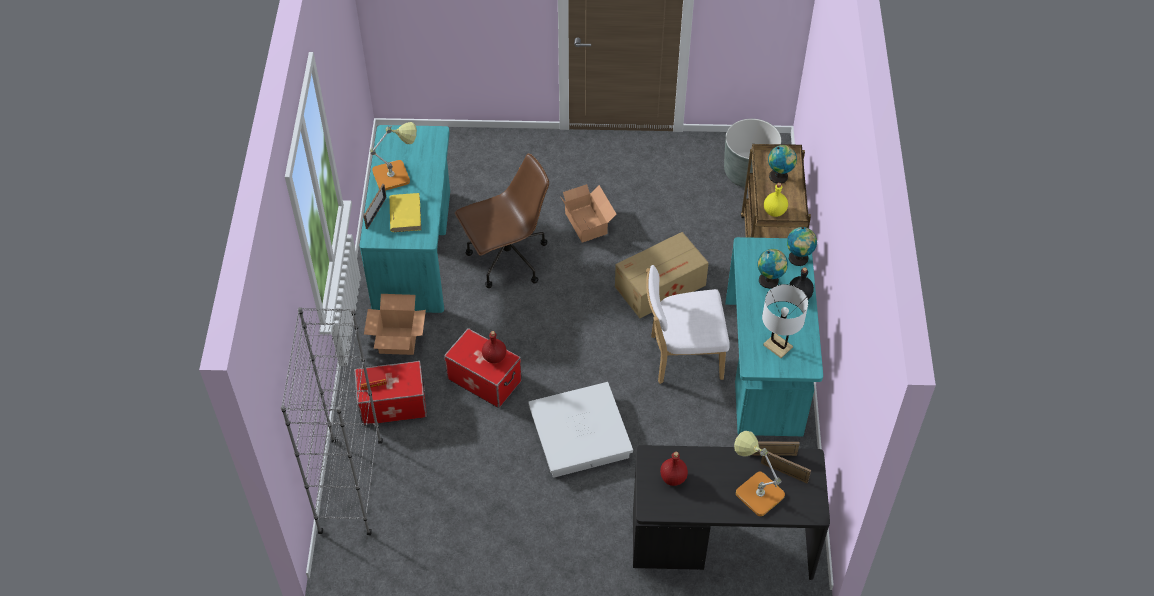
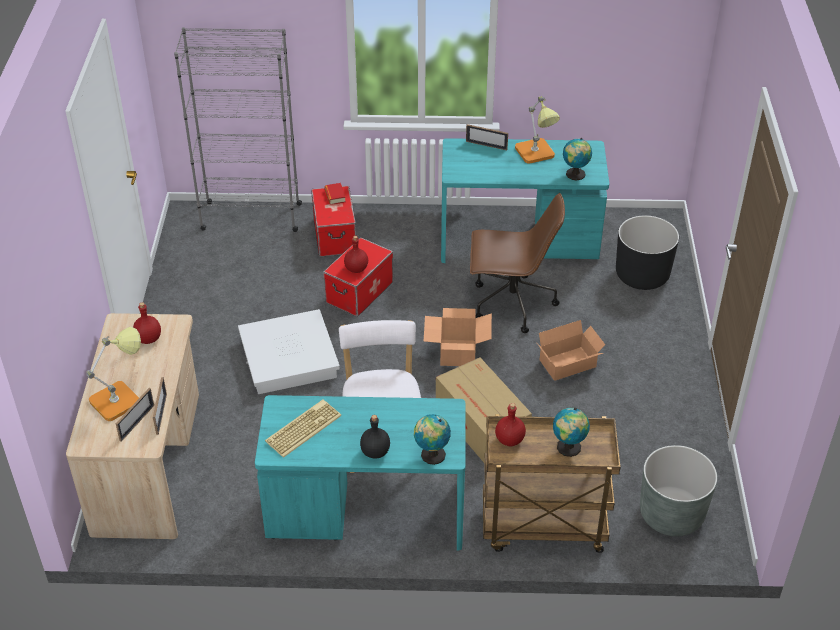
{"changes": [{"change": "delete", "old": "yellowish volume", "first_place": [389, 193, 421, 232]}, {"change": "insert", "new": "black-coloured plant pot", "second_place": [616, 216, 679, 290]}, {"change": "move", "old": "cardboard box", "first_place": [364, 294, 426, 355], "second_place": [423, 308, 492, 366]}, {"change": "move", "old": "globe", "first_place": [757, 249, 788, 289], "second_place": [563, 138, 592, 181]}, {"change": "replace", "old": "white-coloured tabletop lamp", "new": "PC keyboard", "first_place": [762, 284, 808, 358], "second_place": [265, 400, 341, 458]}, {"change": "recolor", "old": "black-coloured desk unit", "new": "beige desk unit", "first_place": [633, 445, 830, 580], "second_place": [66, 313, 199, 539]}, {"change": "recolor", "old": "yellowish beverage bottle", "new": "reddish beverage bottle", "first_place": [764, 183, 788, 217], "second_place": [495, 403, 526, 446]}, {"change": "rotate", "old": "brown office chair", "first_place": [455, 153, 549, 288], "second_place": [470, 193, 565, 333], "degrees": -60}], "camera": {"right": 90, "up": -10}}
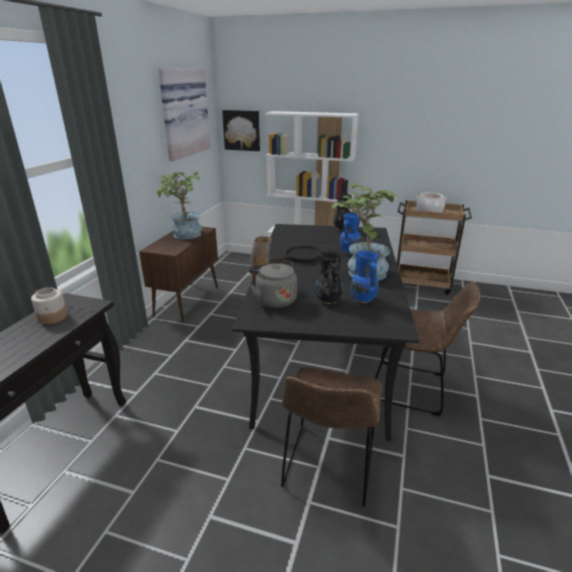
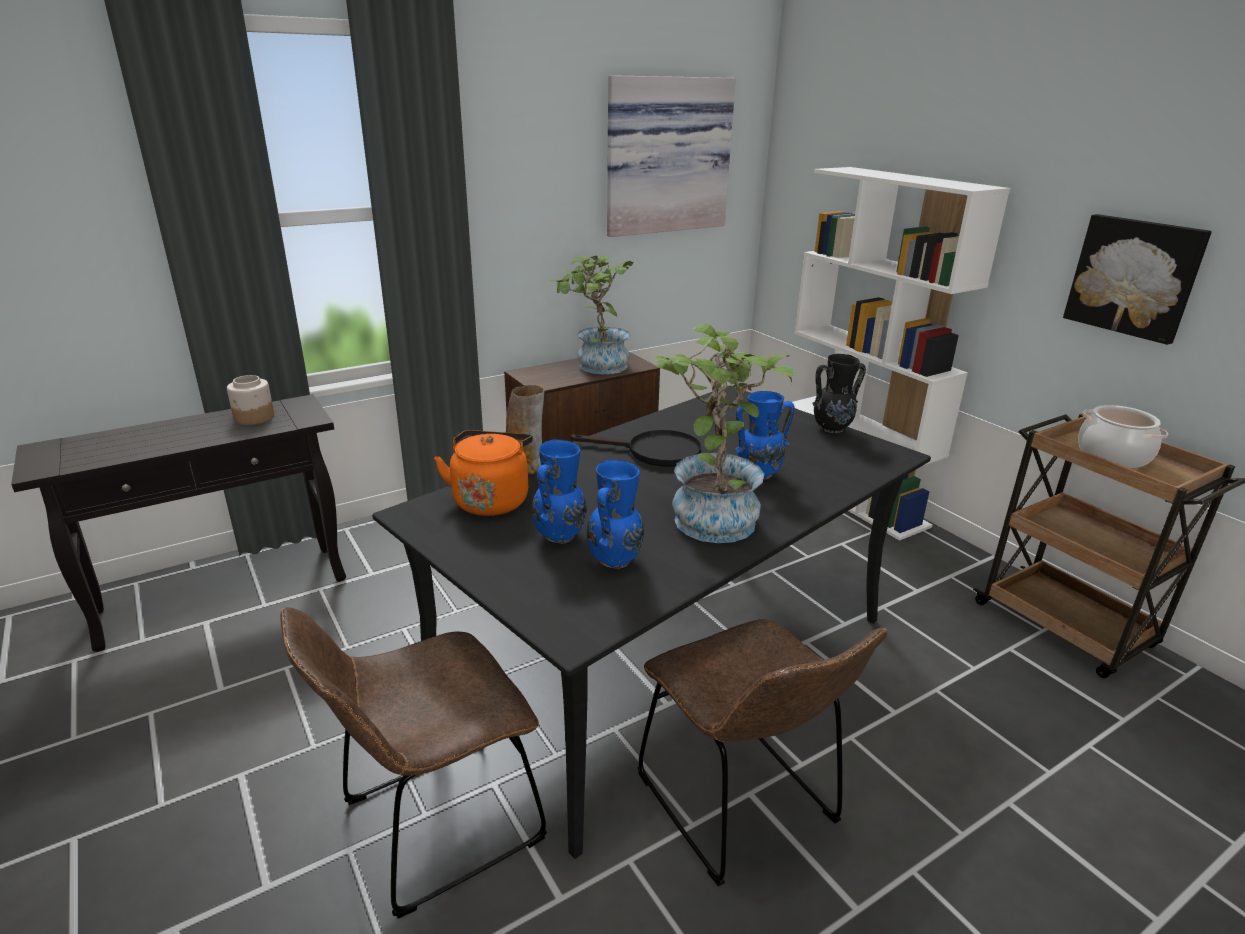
{"changes": [{"change": "move", "old": "picture", "first_place": [222, 110, 260, 151], "second_place": [1063, 214, 1212, 345]}, {"change": "recolor", "old": "gray water kettle", "new": "orange water kettle", "first_place": [248, 260, 297, 308], "second_place": [434, 430, 533, 516]}, {"change": "recolor", "old": "black-coloured vase", "new": "bluish vase", "first_place": [315, 252, 343, 304], "second_place": [532, 439, 587, 544]}], "camera": {"right": 40, "up": 0}}
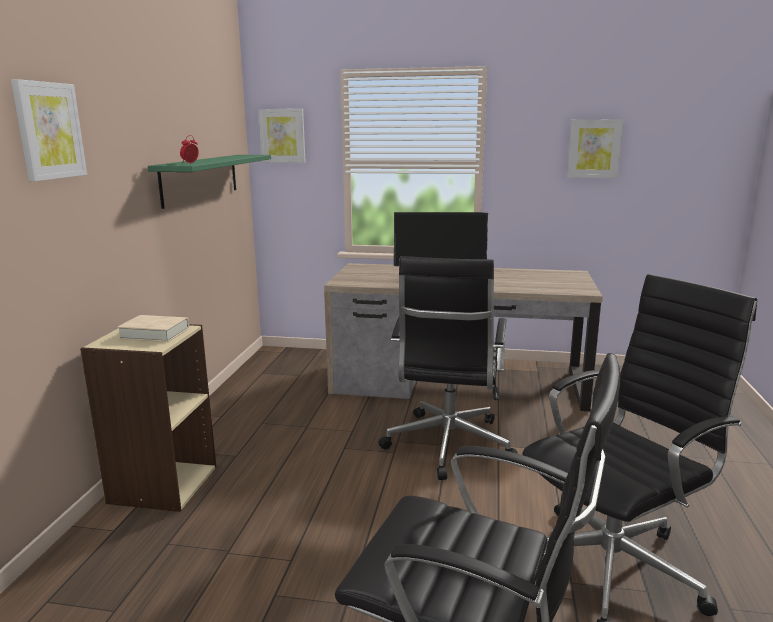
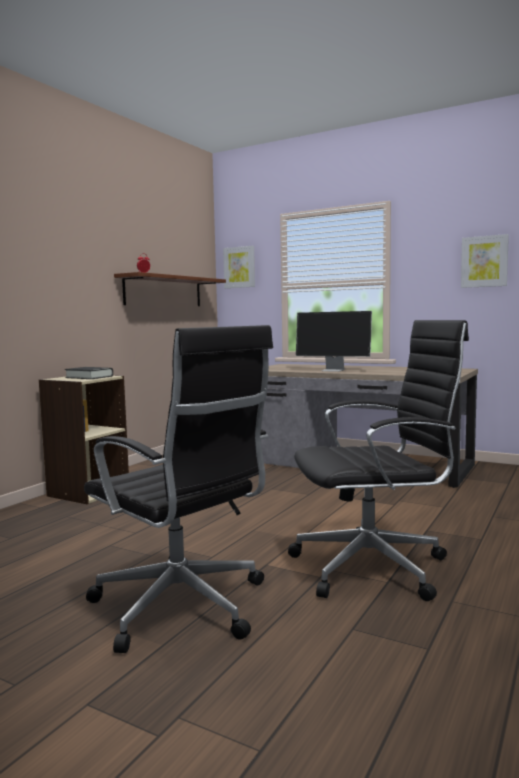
{"changes": [{"change": "delete", "old": "picture", "first_place": [11, 79, 87, 182]}, {"change": "delete", "old": "black-coloured office chair", "first_place": [379, 256, 518, 480]}, {"change": "recolor", "old": "beige volume", "new": "black-coloured volume", "first_place": [117, 315, 189, 342], "second_place": [65, 367, 113, 379]}, {"change": "recolor", "old": "greenish shelf", "new": "brown shelf", "first_place": [148, 155, 271, 209], "second_place": [114, 272, 226, 306]}], "camera": {"right": 20, "up": -10}}
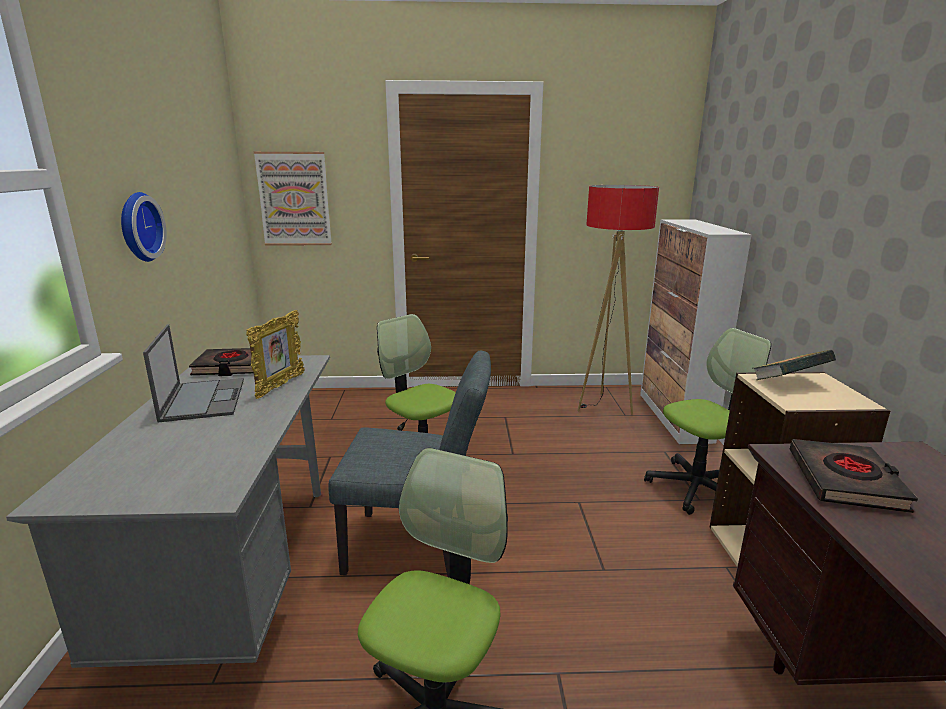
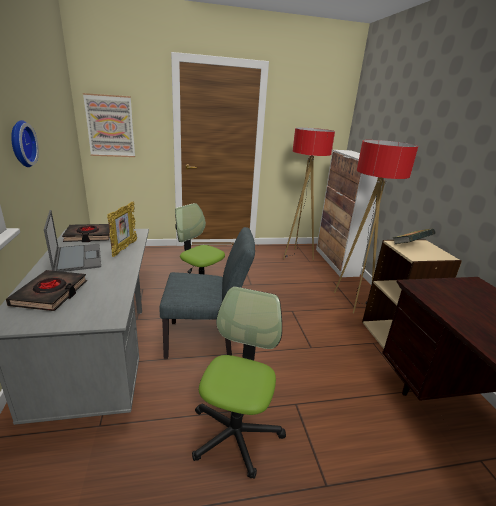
{"changes": [{"change": "move", "old": "black-coloured volume", "first_place": [790, 439, 918, 513], "second_place": [6, 270, 87, 311]}, {"change": "replace", "old": "office chair", "new": "floor lamp", "first_place": [644, 328, 771, 515], "second_place": [334, 140, 418, 314]}], "camera": {"right": -10, "up": 5}}
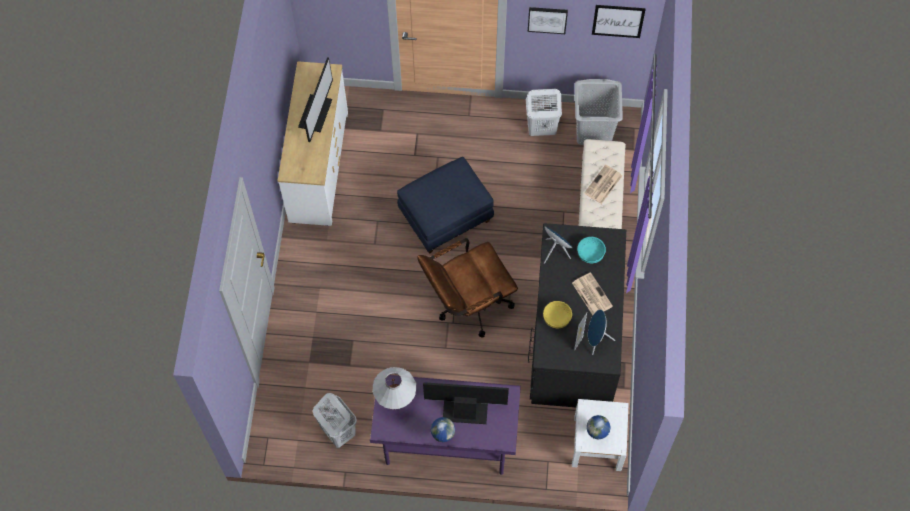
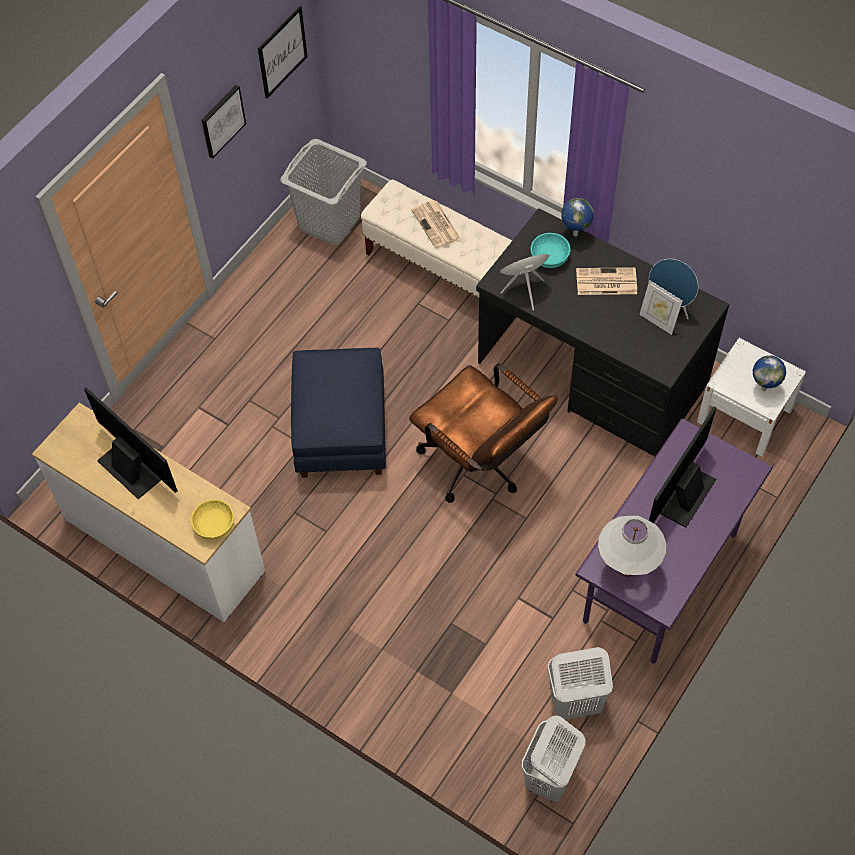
{"changes": [{"change": "move", "old": "globe", "first_place": [431, 417, 455, 442], "second_place": [561, 198, 594, 236]}, {"change": "move", "old": "white-coloured washing basket", "first_place": [526, 89, 562, 136], "second_place": [522, 716, 586, 803]}, {"change": "move", "old": "yellowish bowl", "first_place": [543, 301, 572, 328], "second_place": [191, 499, 234, 540]}, {"change": "rotate", "old": "brown office chair", "first_place": [417, 238, 518, 337], "second_place": [409, 363, 558, 503], "degrees": -45}], "camera": {"right": -60, "up": -5}}
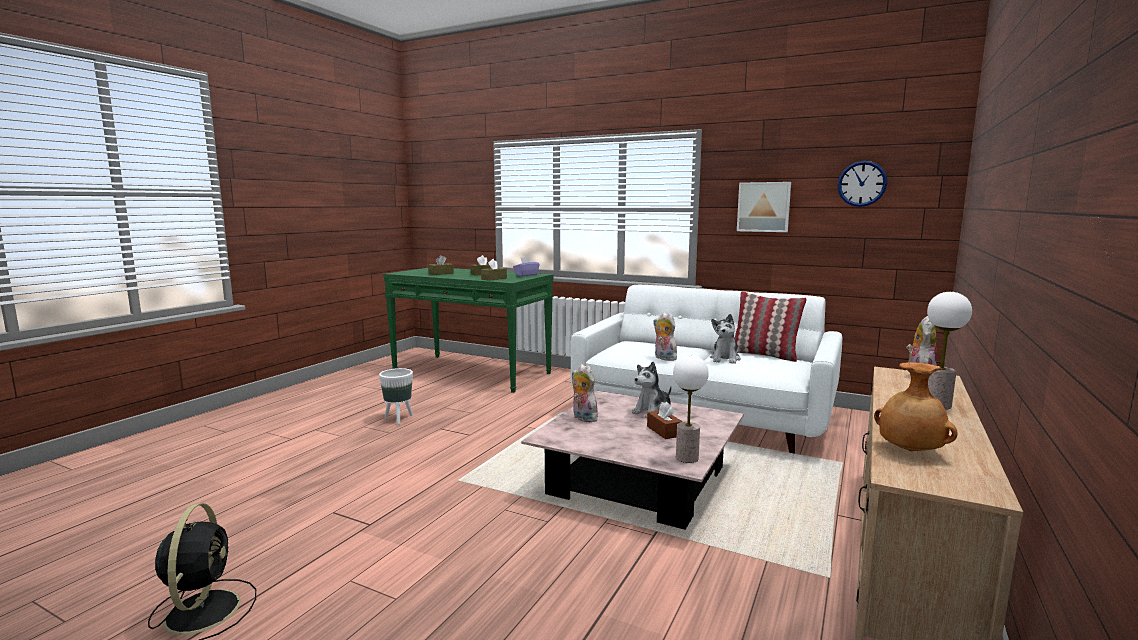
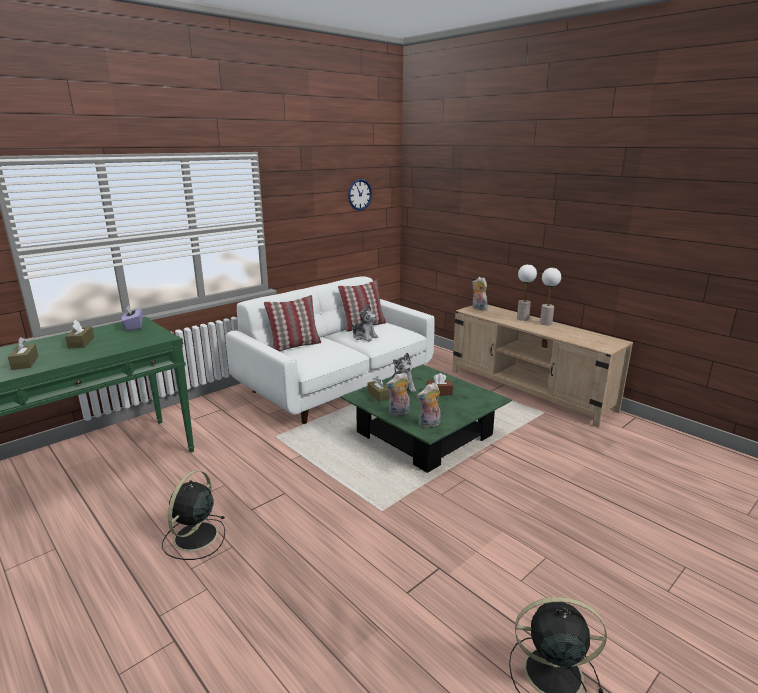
{"changes": [{"change": "delete", "old": "picture", "first_place": [737, 182, 791, 232]}, {"change": "delete", "old": "brown vase", "first_place": [874, 362, 958, 451]}, {"change": "insert", "new": "throw pillow", "second_place": [264, 295, 321, 352]}, {"change": "move", "old": "brown tissue box", "first_place": [481, 259, 507, 281], "second_place": [368, 376, 390, 402]}, {"change": "move", "old": "cuddly toy", "first_place": [653, 313, 677, 361], "second_place": [417, 383, 441, 428]}, {"change": "move", "old": "tabletop lamp", "first_place": [673, 355, 709, 463], "second_place": [540, 268, 561, 325]}, {"change": "replace", "old": "white-coloured plant pot", "new": "black-coloured electric fan", "first_place": [379, 368, 413, 425], "second_place": [162, 470, 225, 560]}, {"change": "recolor", "old": "pink-coloured low table", "new": "greenish low table", "first_place": [521, 391, 744, 530], "second_place": [340, 364, 512, 473]}], "camera": {"right": -70, "up": 10}}
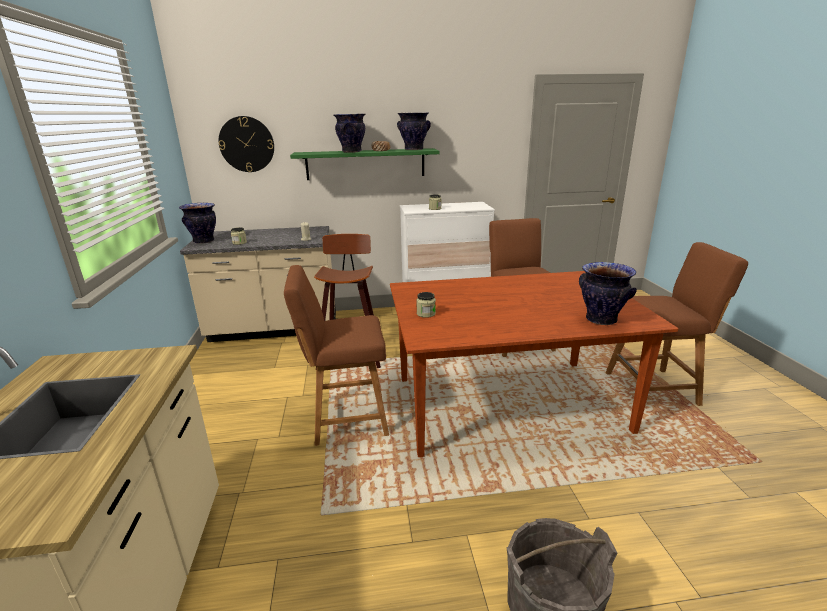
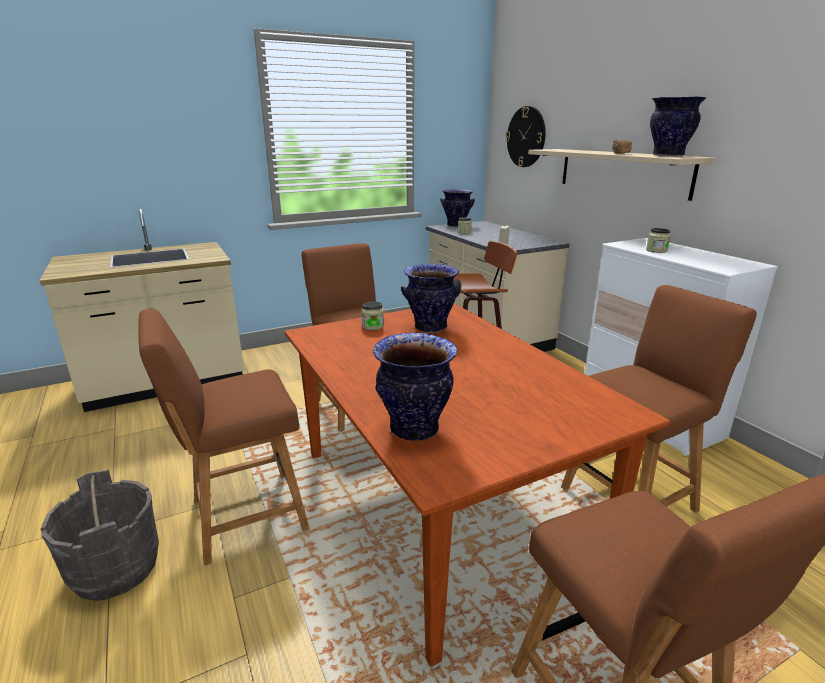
{"changes": [{"change": "insert", "new": "brown plain chair", "second_place": [138, 309, 310, 565]}, {"change": "move", "old": "vase", "first_place": [333, 114, 365, 153], "second_place": [401, 264, 461, 333]}, {"change": "recolor", "old": "greenish shelf", "new": "beige shelf", "first_place": [290, 148, 440, 180], "second_place": [528, 149, 716, 201]}], "camera": {"right": 70, "up": 0}}
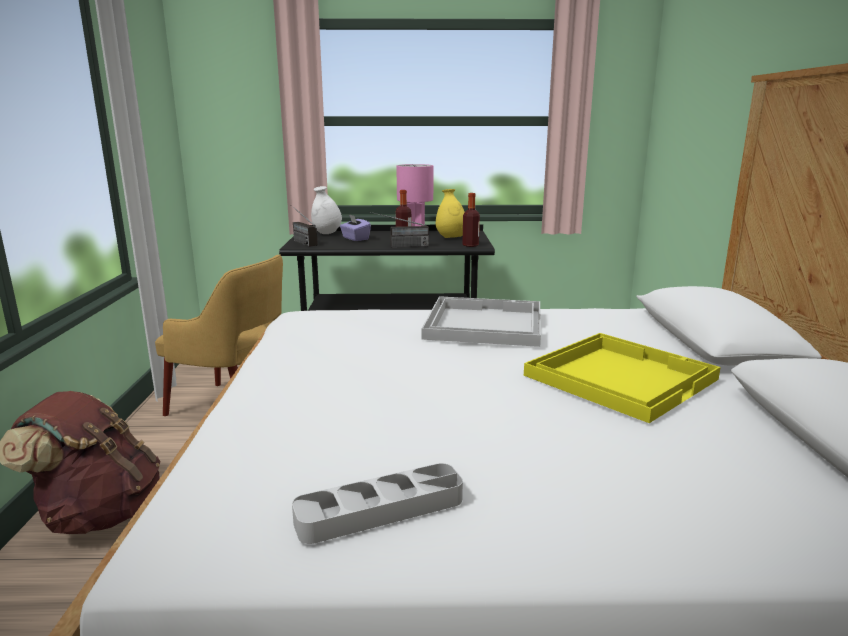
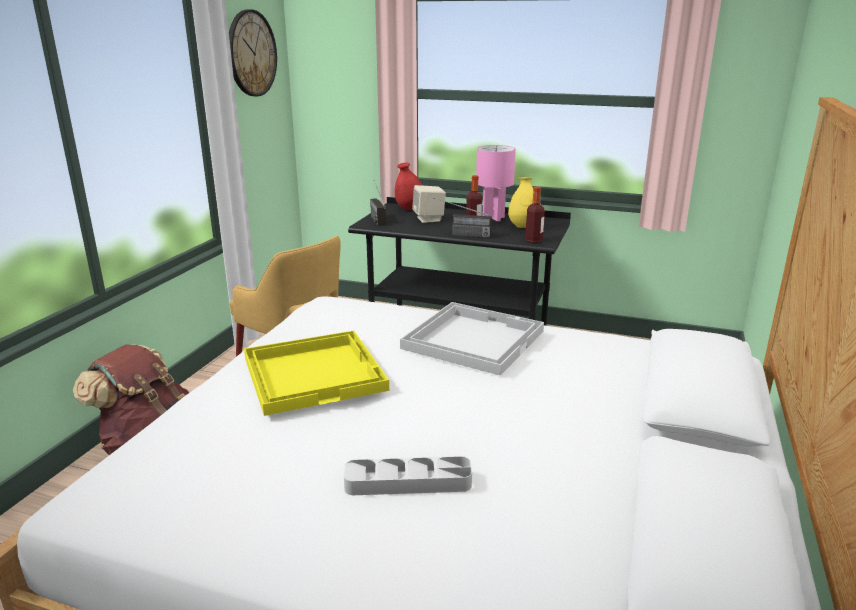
{"changes": [{"change": "insert", "new": "wall clock", "second_place": [229, 9, 277, 96]}, {"change": "move", "old": "gray carrying tray", "first_place": [292, 463, 463, 544], "second_place": [344, 456, 472, 495]}, {"change": "move", "old": "yellowish carrying tray", "first_place": [524, 333, 721, 423], "second_place": [244, 330, 389, 416]}, {"change": "replace", "old": "purplish tissue box", "new": "beige loudspeaker", "first_place": [340, 214, 371, 241], "second_place": [412, 185, 446, 223]}, {"change": "recolor", "old": "white-coloured vase", "new": "reddish vase", "first_place": [311, 186, 342, 234], "second_place": [395, 163, 423, 210]}], "camera": {"right": 20, "up": 5}}
